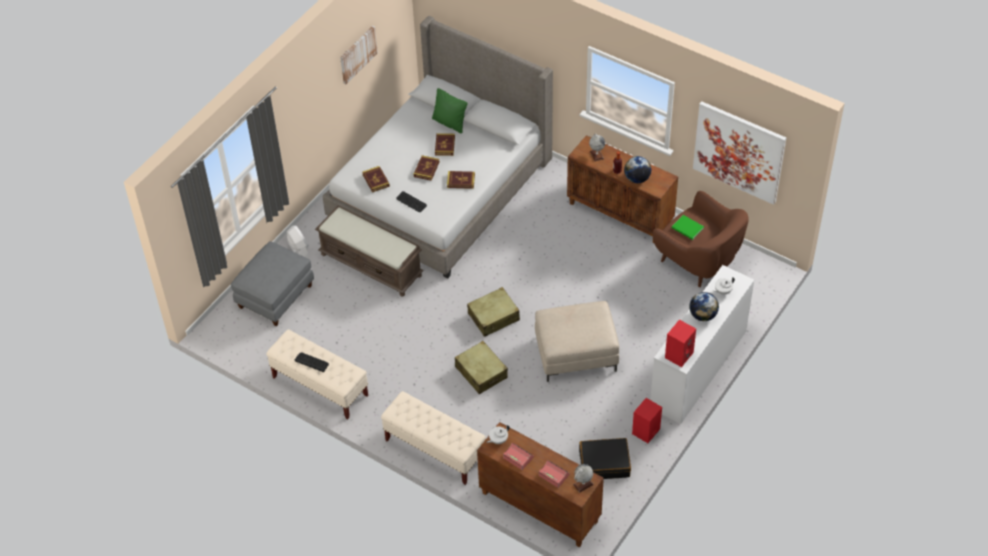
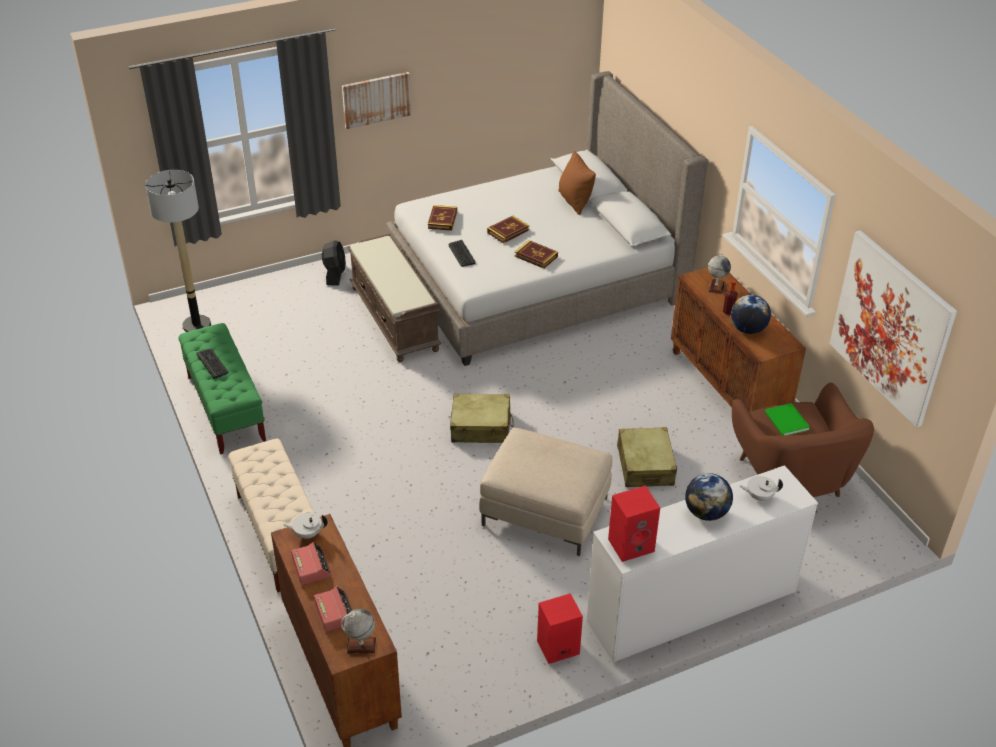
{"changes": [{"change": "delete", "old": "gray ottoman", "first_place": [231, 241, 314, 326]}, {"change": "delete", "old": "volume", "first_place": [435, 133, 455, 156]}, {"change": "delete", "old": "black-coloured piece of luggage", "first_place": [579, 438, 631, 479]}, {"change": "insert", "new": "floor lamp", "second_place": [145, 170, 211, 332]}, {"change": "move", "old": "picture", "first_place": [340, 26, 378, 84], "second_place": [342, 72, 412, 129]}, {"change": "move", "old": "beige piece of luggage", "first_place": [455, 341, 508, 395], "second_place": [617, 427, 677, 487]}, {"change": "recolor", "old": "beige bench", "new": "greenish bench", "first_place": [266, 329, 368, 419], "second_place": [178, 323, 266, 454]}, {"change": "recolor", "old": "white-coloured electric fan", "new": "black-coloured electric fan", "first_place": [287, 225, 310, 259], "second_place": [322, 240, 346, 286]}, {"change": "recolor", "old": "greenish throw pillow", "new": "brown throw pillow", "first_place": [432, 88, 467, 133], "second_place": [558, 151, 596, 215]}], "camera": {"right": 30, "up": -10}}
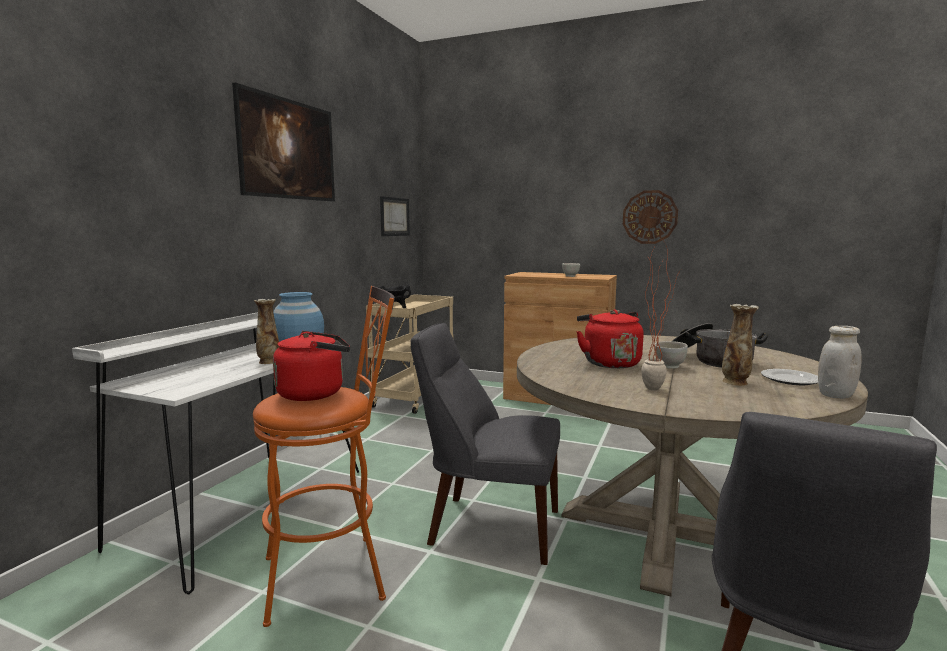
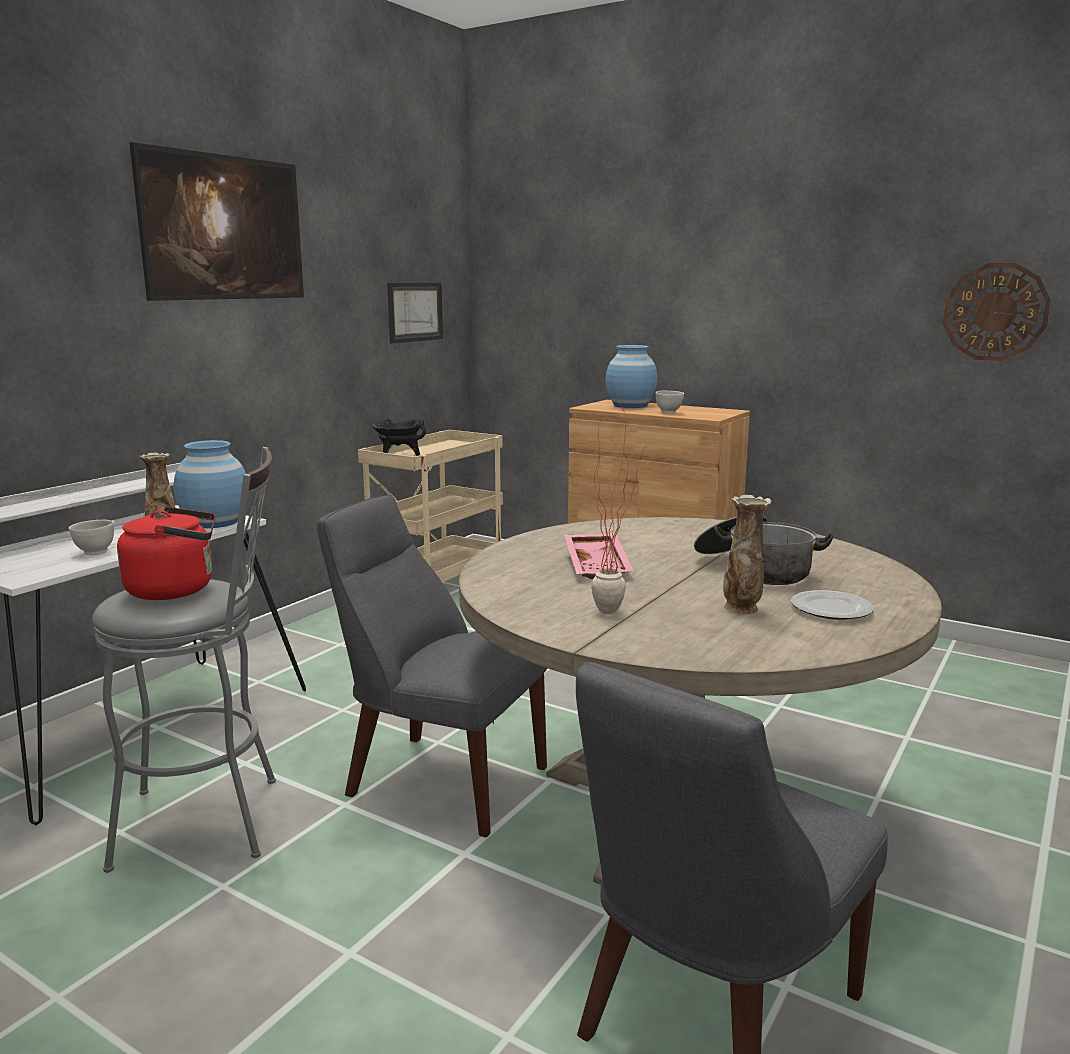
{"changes": [{"change": "delete", "old": "white-coloured preserve jar", "first_place": [818, 326, 862, 399]}, {"change": "insert", "new": "bluish vase", "second_place": [606, 345, 657, 408]}, {"change": "move", "old": "wall clock", "first_place": [623, 190, 678, 244], "second_place": [943, 263, 1051, 361]}, {"change": "move", "old": "white-coloured bowl", "first_place": [655, 341, 688, 369], "second_place": [69, 520, 114, 555]}, {"change": "replace", "old": "reddish water kettle", "new": "pink-coloured carrying tray", "first_place": [576, 309, 644, 368], "second_place": [564, 533, 634, 579]}, {"change": "recolor", "old": "orange stool seat", "new": "gray stool seat", "first_place": [253, 286, 395, 627], "second_place": [92, 447, 276, 873]}], "camera": {"right": 10, "up": 5}}
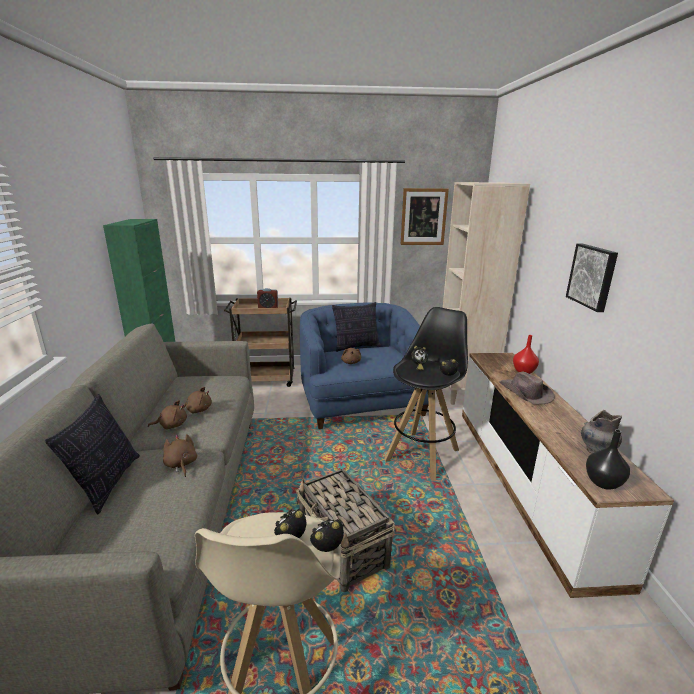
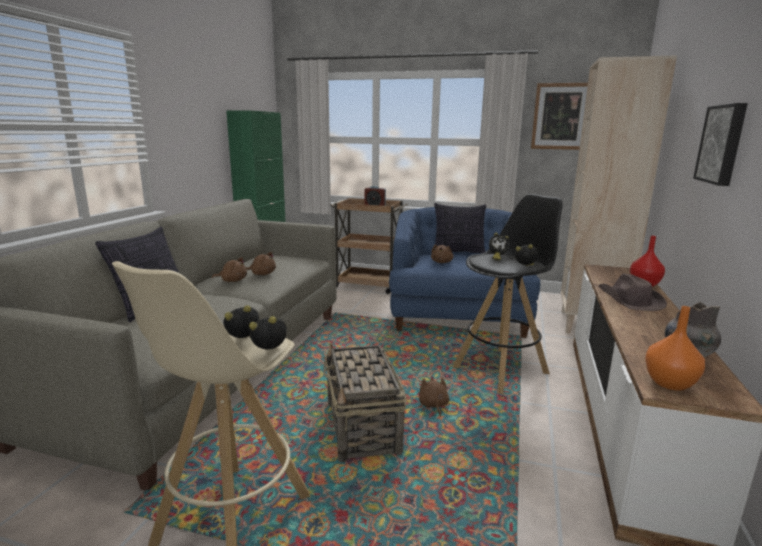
{"changes": [{"change": "move", "old": "brown cuddly toy", "first_place": [163, 434, 197, 477], "second_place": [419, 376, 449, 417]}, {"change": "recolor", "old": "black-coloured vase", "new": "orange vase", "first_place": [586, 430, 630, 490], "second_place": [645, 306, 705, 391]}], "camera": {"right": 20, "up": -5}}
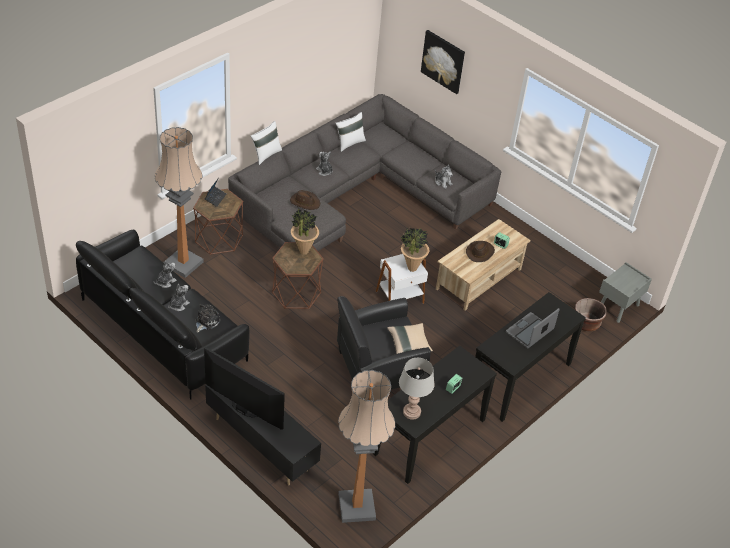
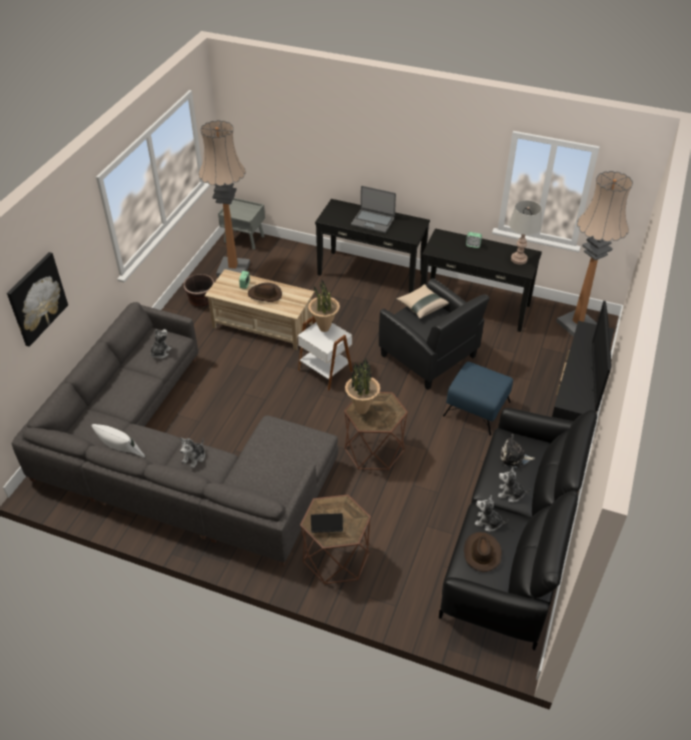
{"changes": [{"change": "delete", "old": "white-coloured throw pillow", "first_place": [251, 121, 282, 165]}, {"change": "insert", "new": "bluish ottoman", "second_place": [443, 362, 513, 436]}, {"change": "move", "old": "floor lamp", "first_place": [155, 127, 204, 278], "second_place": [199, 120, 250, 277]}, {"change": "move", "old": "brown clothing hat", "first_place": [290, 190, 320, 210], "second_place": [464, 532, 502, 572]}, {"change": "move", "old": "brown plant pot", "first_place": [575, 298, 607, 331], "second_place": [183, 274, 214, 307]}], "camera": {"right": -110, "up": 0}}
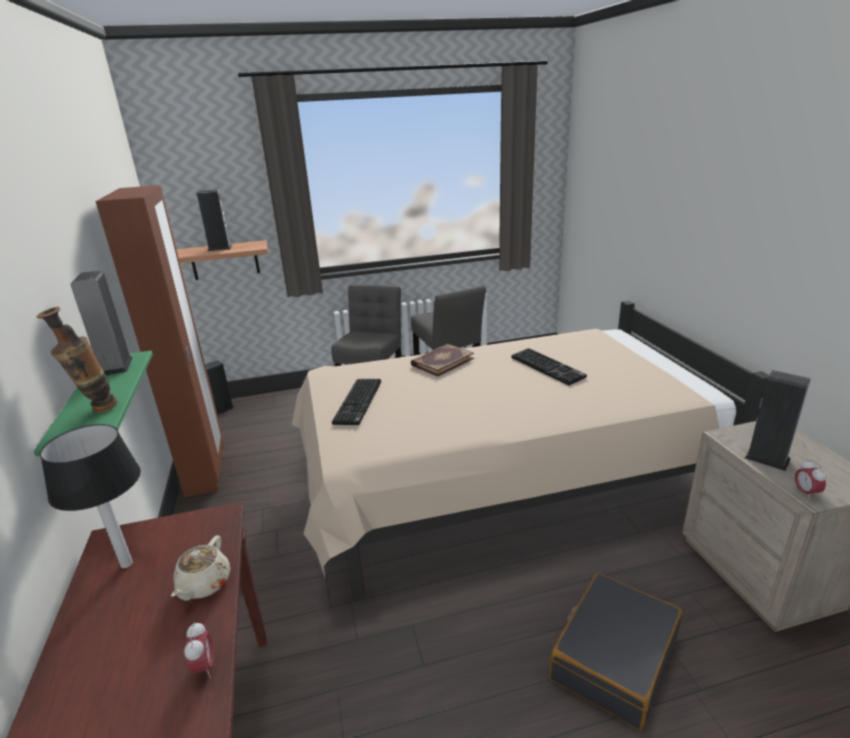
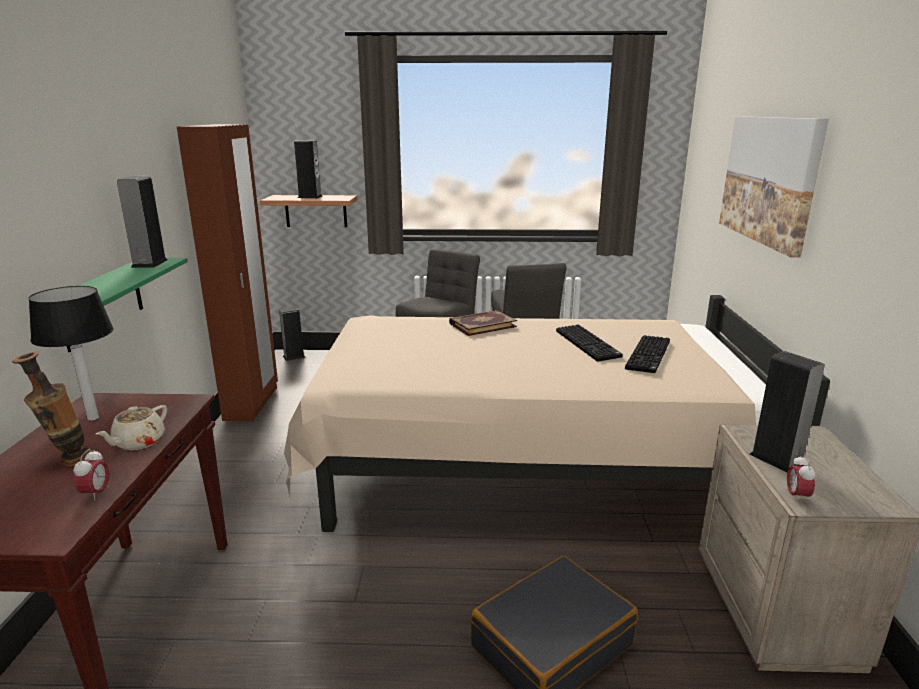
{"changes": [{"change": "insert", "new": "picture", "second_place": [719, 116, 828, 257]}, {"change": "move", "old": "vase", "first_place": [37, 307, 118, 413], "second_place": [12, 352, 91, 466]}, {"change": "move", "old": "PC keyboard", "first_place": [332, 379, 381, 425], "second_place": [625, 335, 670, 373]}], "camera": {"right": 15, "up": -5}}
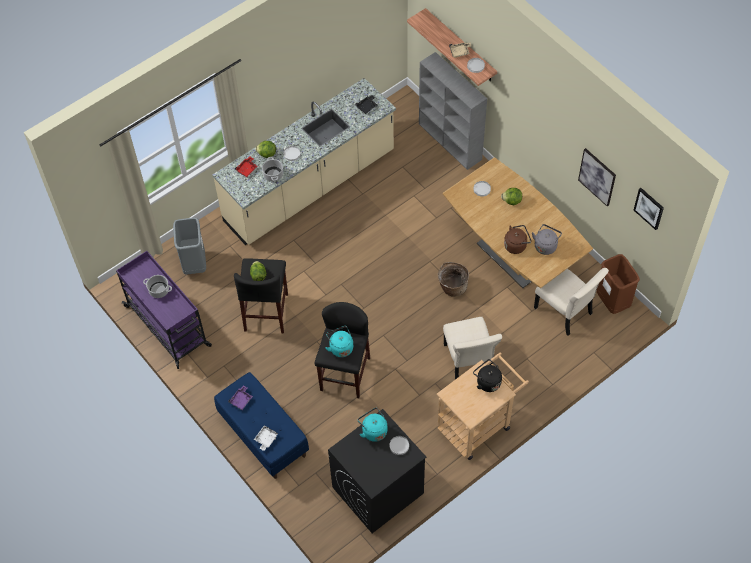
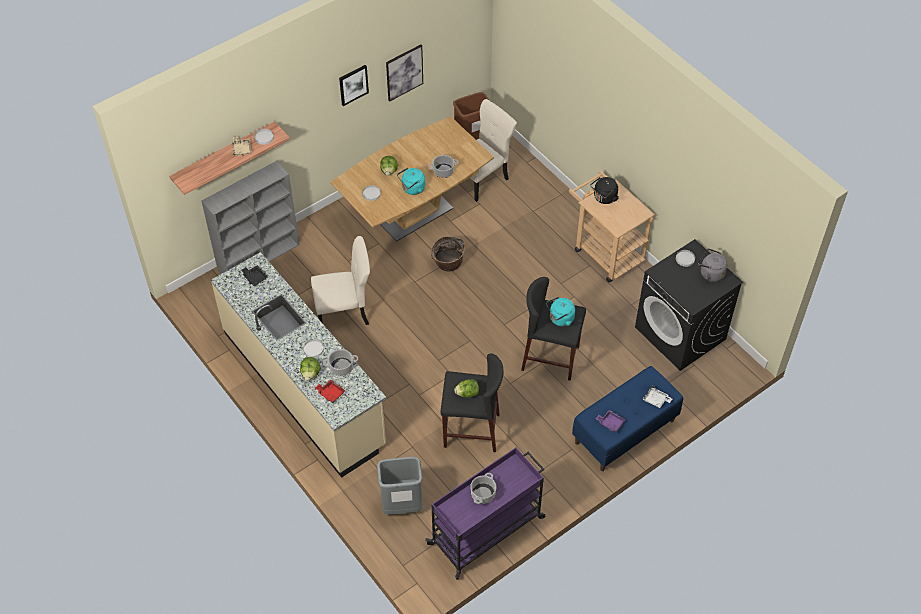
{"changes": [{"change": "move", "old": "turquoise-coloured water kettle", "first_place": [358, 408, 387, 442], "second_place": [397, 168, 425, 195]}, {"change": "move", "old": "beige plain chair", "first_place": [443, 317, 502, 379], "second_place": [311, 236, 370, 325]}, {"change": "move", "old": "gray water kettle", "first_place": [532, 224, 562, 255], "second_place": [698, 249, 727, 282]}, {"change": "move", "old": "picture", "first_place": [634, 188, 664, 230], "second_place": [339, 65, 369, 106]}, {"change": "replace", "old": "brown water kettle", "new": "stockpot", "first_place": [504, 225, 532, 254], "second_place": [428, 155, 459, 178]}], "camera": {"right": -90, "up": -5}}
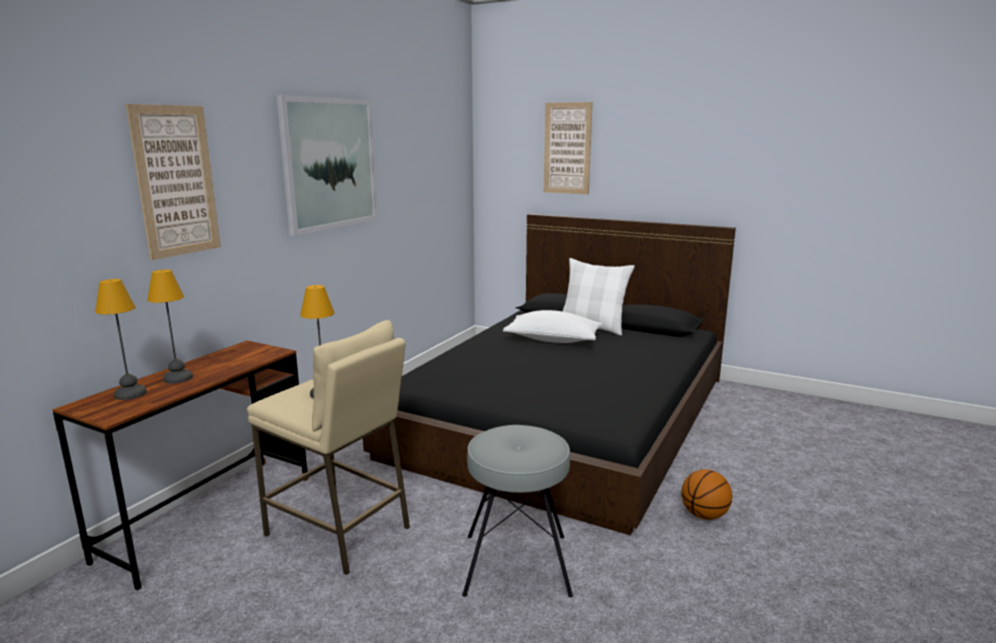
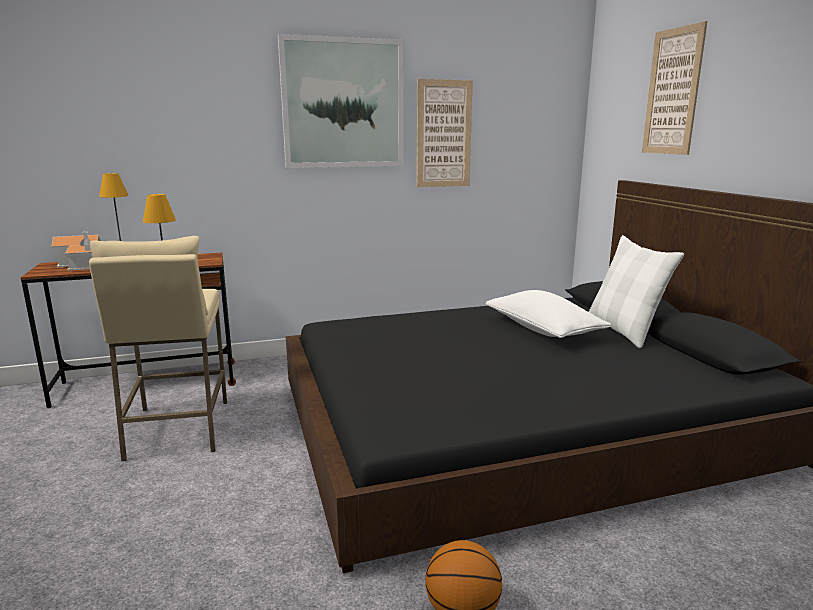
{"changes": [{"change": "delete", "old": "gray stool seat", "first_place": [462, 425, 573, 597]}, {"change": "move", "old": "picture", "first_place": [126, 104, 221, 260], "second_place": [417, 79, 473, 187]}, {"change": "replace", "old": "tabletop lamp", "new": "toy house", "first_place": [95, 279, 147, 400], "second_place": [52, 232, 101, 271]}], "camera": {"right": 45, "up": 0}}
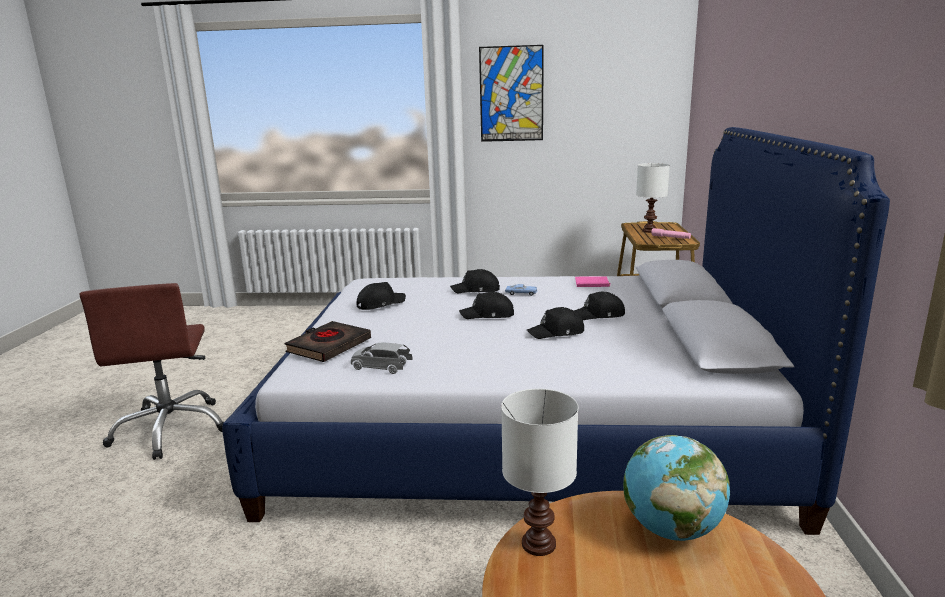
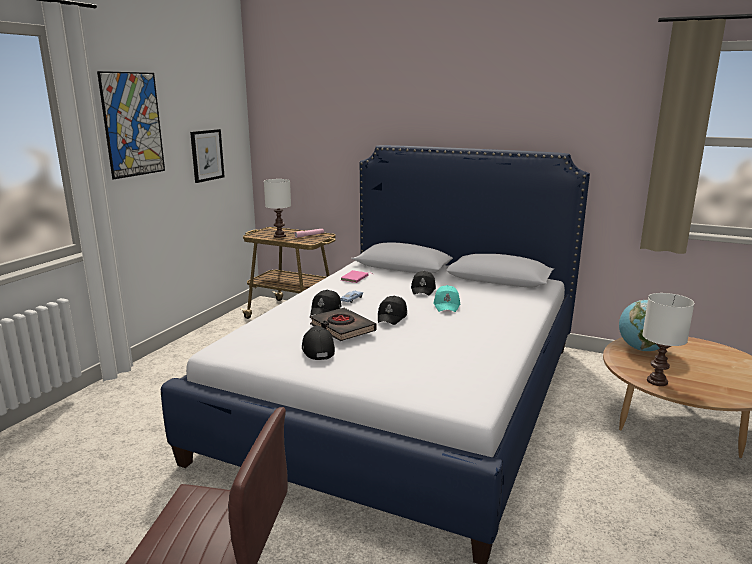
{"changes": [{"change": "delete", "old": "gray model car", "first_place": [351, 342, 412, 374]}, {"change": "insert", "new": "picture", "second_place": [190, 129, 225, 183]}, {"change": "move", "old": "black-coloured volume", "first_place": [285, 321, 371, 362], "second_place": [310, 308, 376, 341]}, {"change": "recolor", "old": "black-coloured baseball cap", "new": "turquoise-coloured baseball cap", "first_place": [527, 307, 584, 339], "second_place": [434, 285, 461, 312]}], "camera": {"right": -70, "up": 0}}
